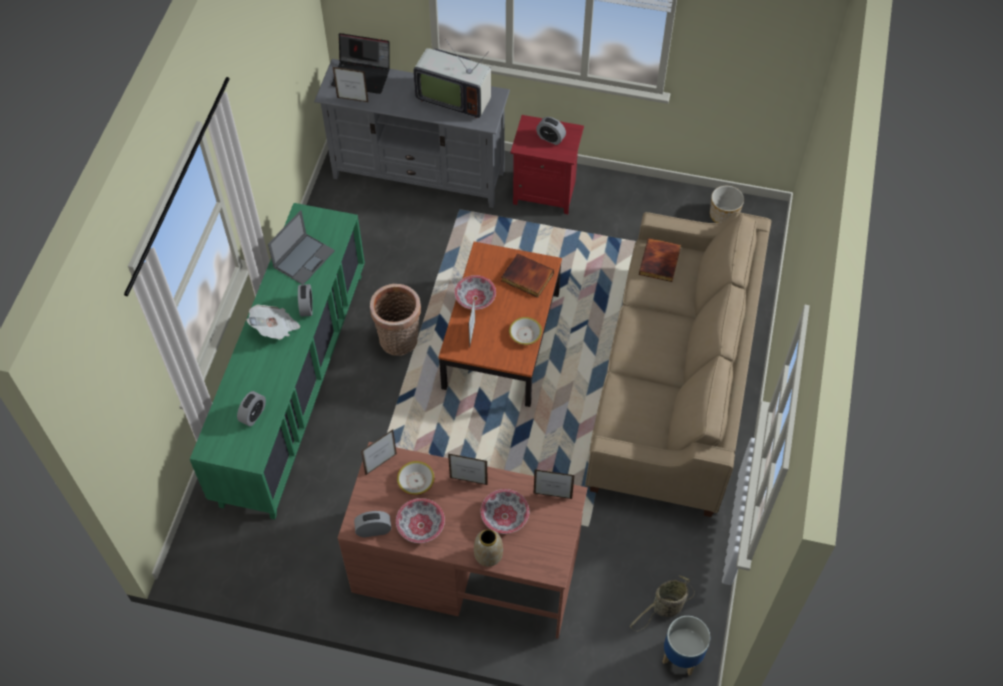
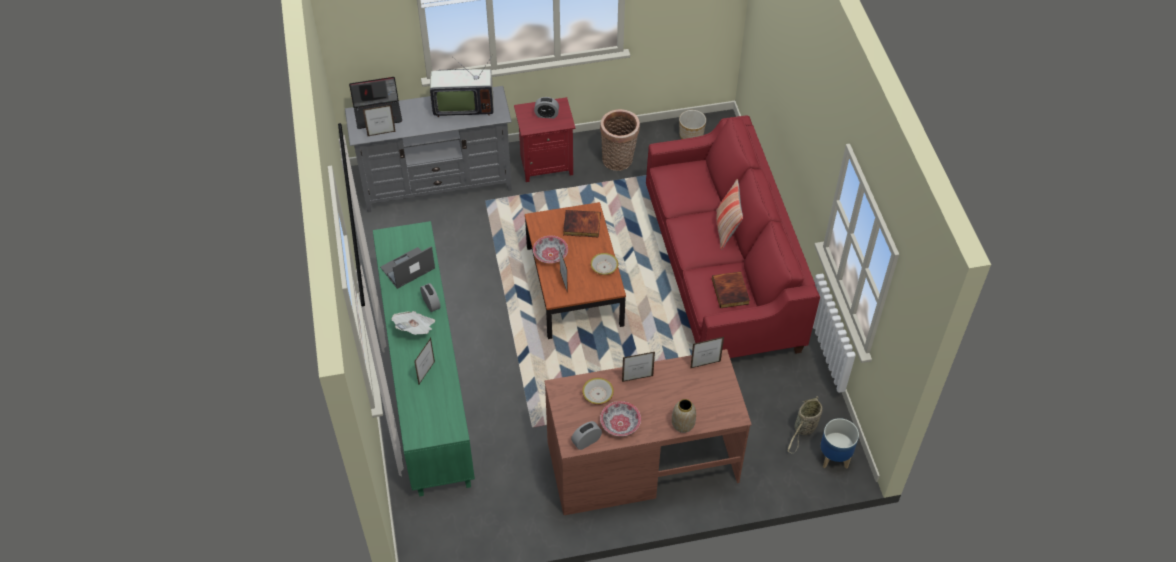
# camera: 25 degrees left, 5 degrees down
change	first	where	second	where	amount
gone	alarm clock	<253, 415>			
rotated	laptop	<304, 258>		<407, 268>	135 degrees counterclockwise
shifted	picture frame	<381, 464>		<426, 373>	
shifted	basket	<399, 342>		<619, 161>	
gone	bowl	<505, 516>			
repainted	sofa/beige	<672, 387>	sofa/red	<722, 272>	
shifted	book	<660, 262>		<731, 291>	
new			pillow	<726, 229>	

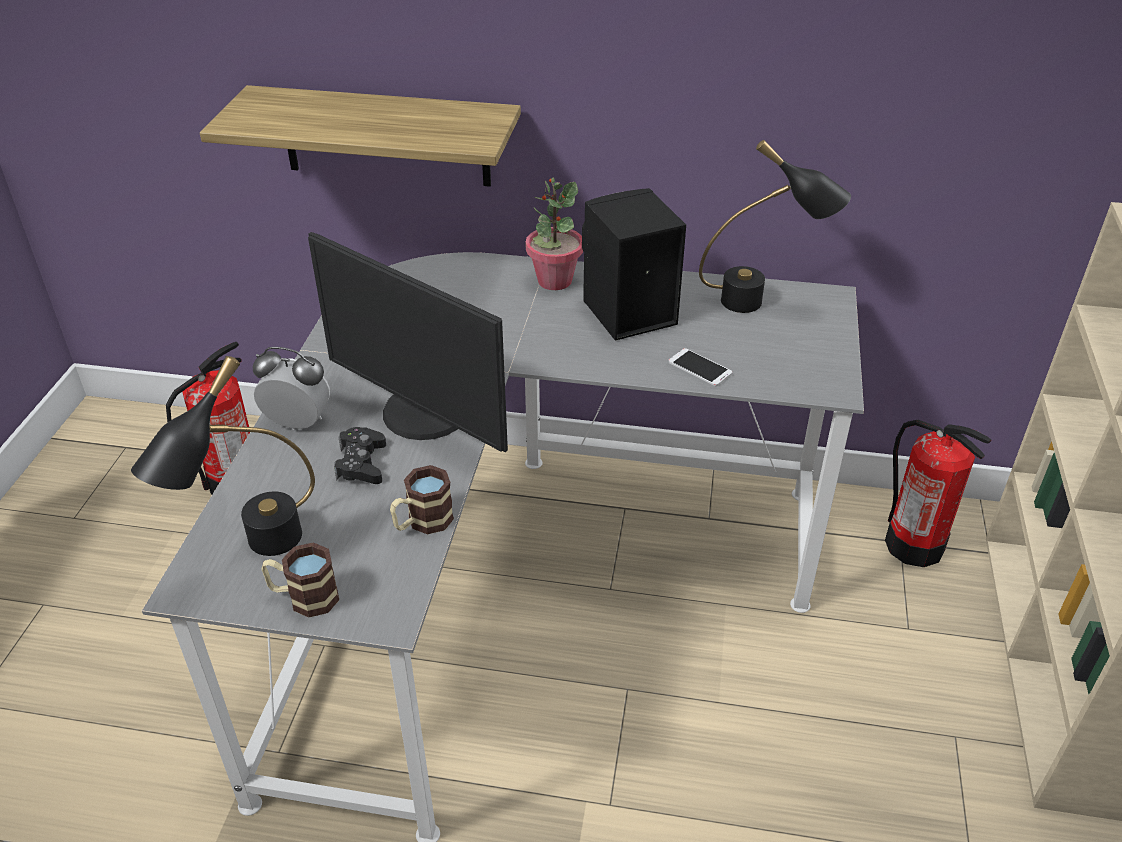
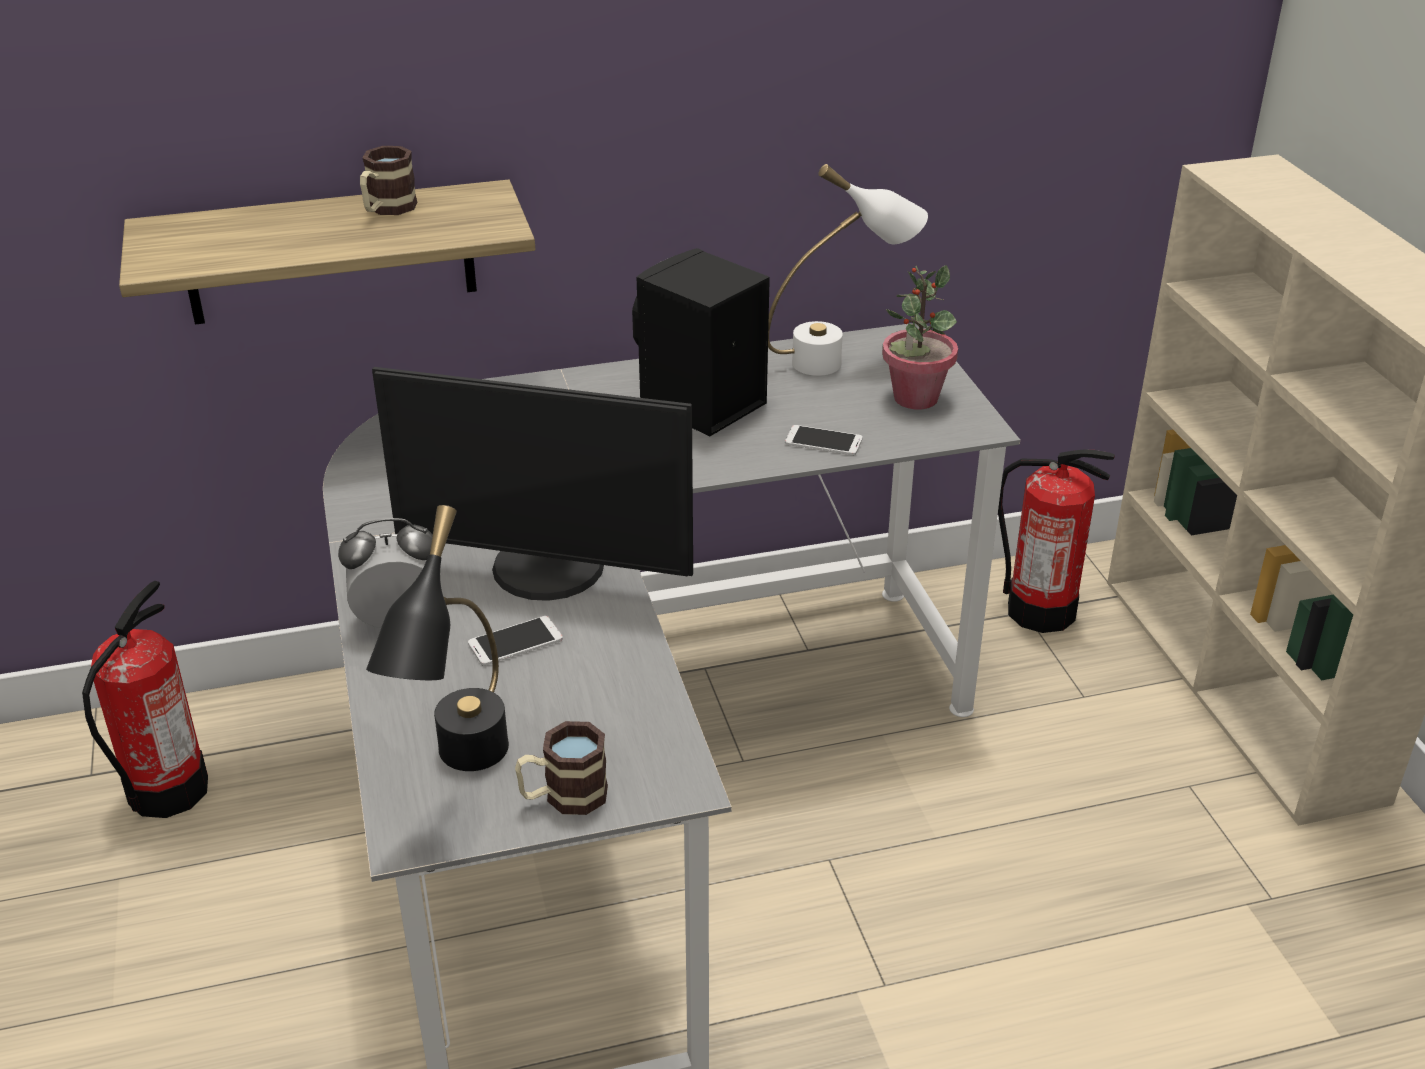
# camera: 25 degrees left, 5 degrees down
change	first	where	second	where	amount
swapped	game controller/black	<361, 463>	phone	<515, 641>	
shifted	mug	<422, 522>		<387, 209>	
shifted	potted plant	<554, 281>		<915, 398>	
repainted	table lamp/black	<762, 303>	table lamp/white	<840, 360>	

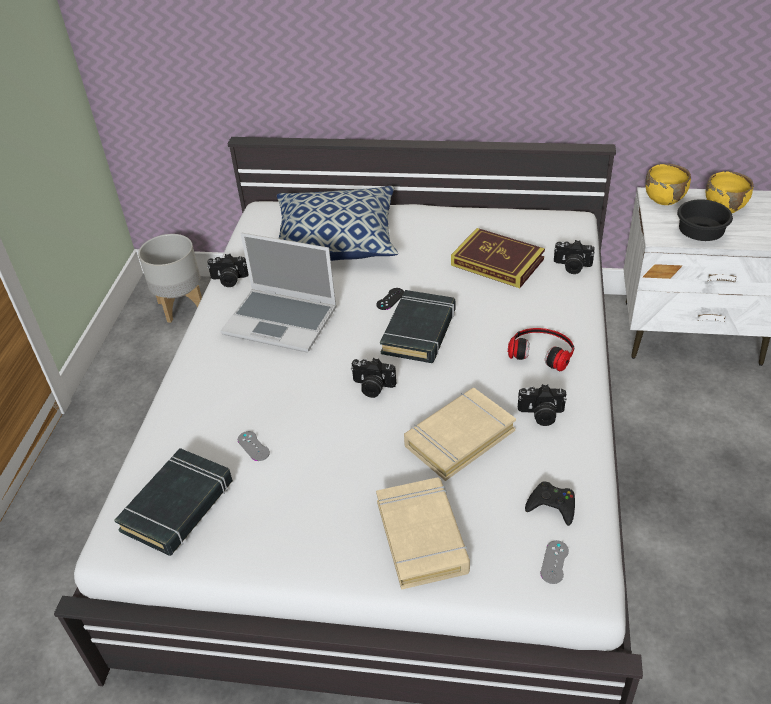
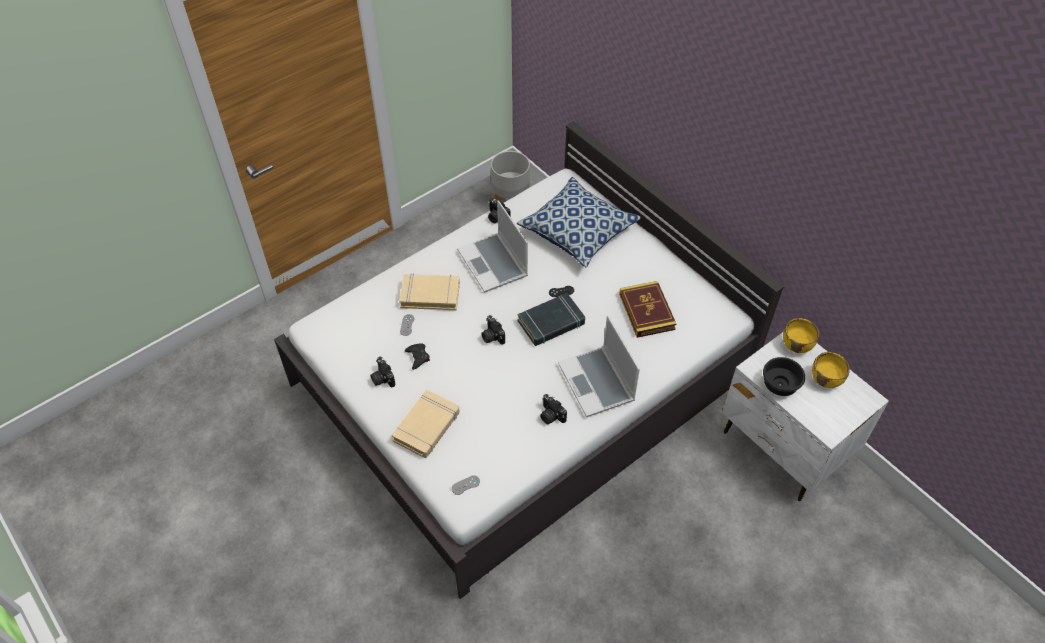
# camera: 40 degrees right, 10 degrees up
change	first	where	second	where	amount
gone	book/black	<178, 506>			
shifted	book/beige	<459, 438>		<430, 295>	
swapped	headphones	<542, 351>	laptop	<597, 383>	
shifted	game controller/black	<552, 506>		<418, 357>	
shifted	photo camera	<572, 266>		<382, 378>	

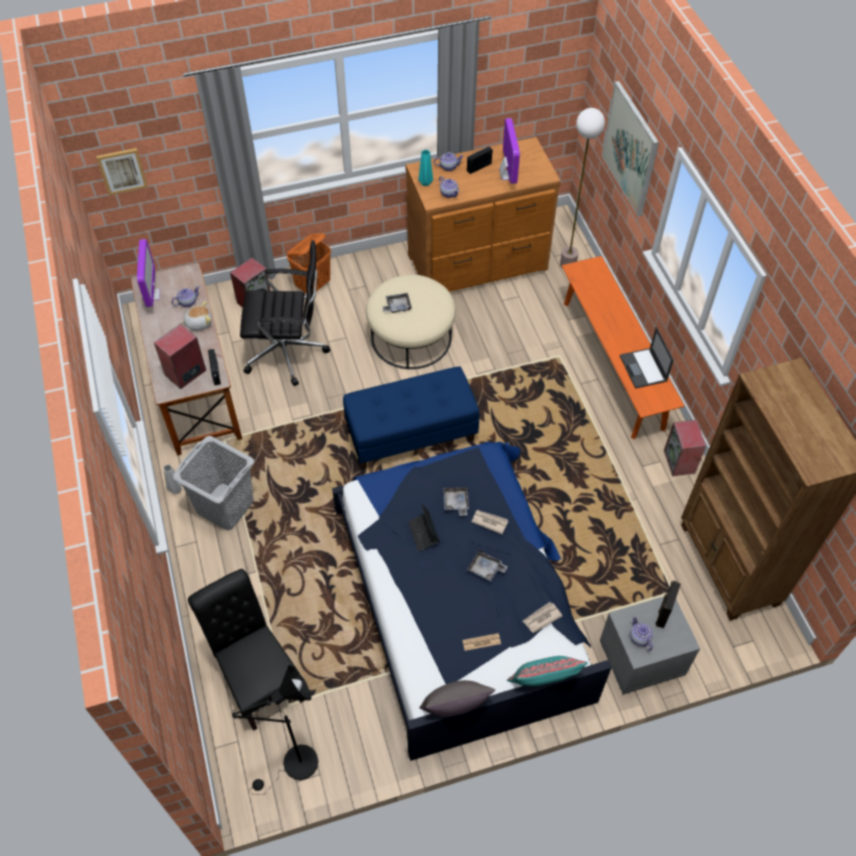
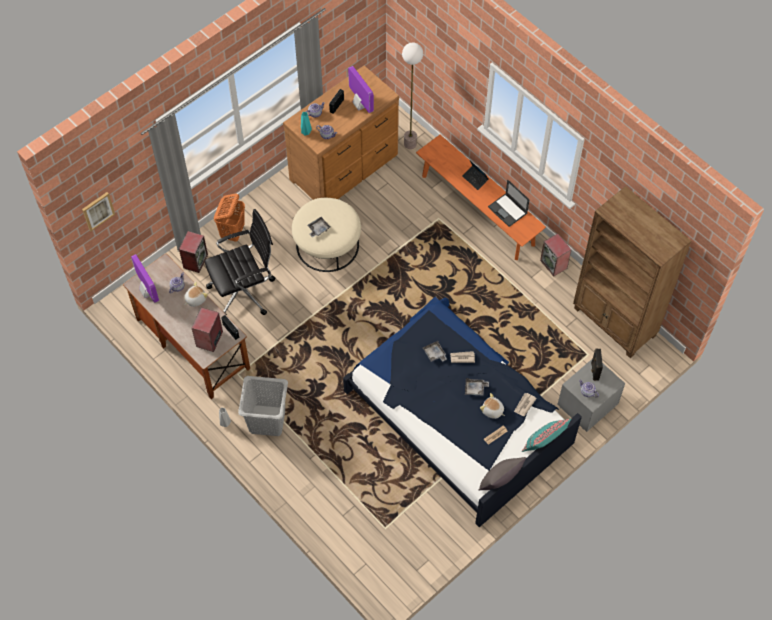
# camera: 25 degrees left, 5 degrees up
change	first	where	second	where	amount
gone	chair/black	<258, 678>			
gone	floor lamp/black	<294, 767>			
gone	bench/blue	<411, 436>			
shifted	laptop	<423, 533>		<475, 179>	
gone	picture	<630, 149>			
new			plush toy	<492, 411>	

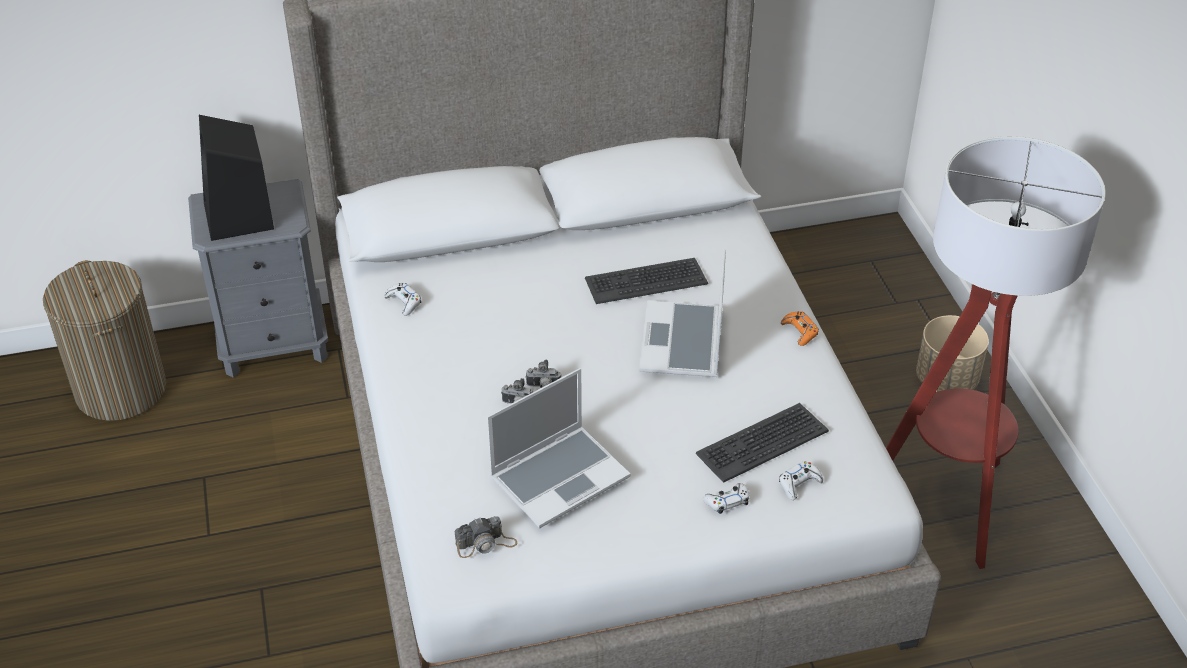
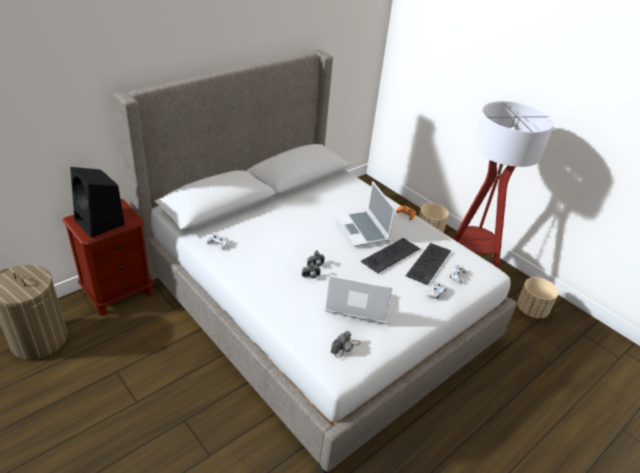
# camera: 30 degrees left, 5 degrees down
change	first	where	second	where	amount
repainted	nightstand/grey	<274, 344>	nightstand/brown	<119, 293>	
rotated	laptop	<560, 476>		<356, 303>	105 degrees counterclockwise
shifted	keyboard	<646, 281>		<390, 255>	
new			planter/beige	<531, 310>	

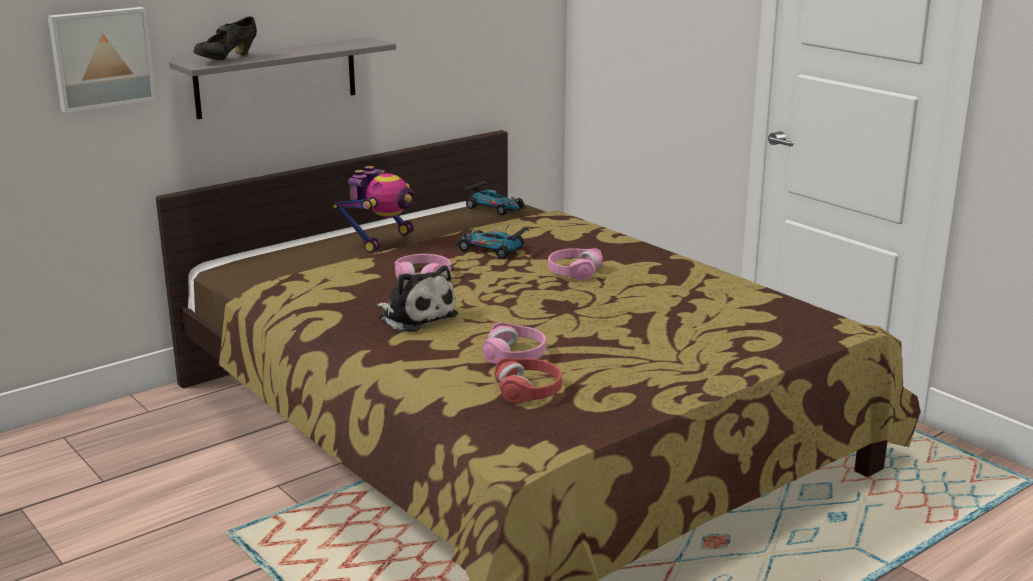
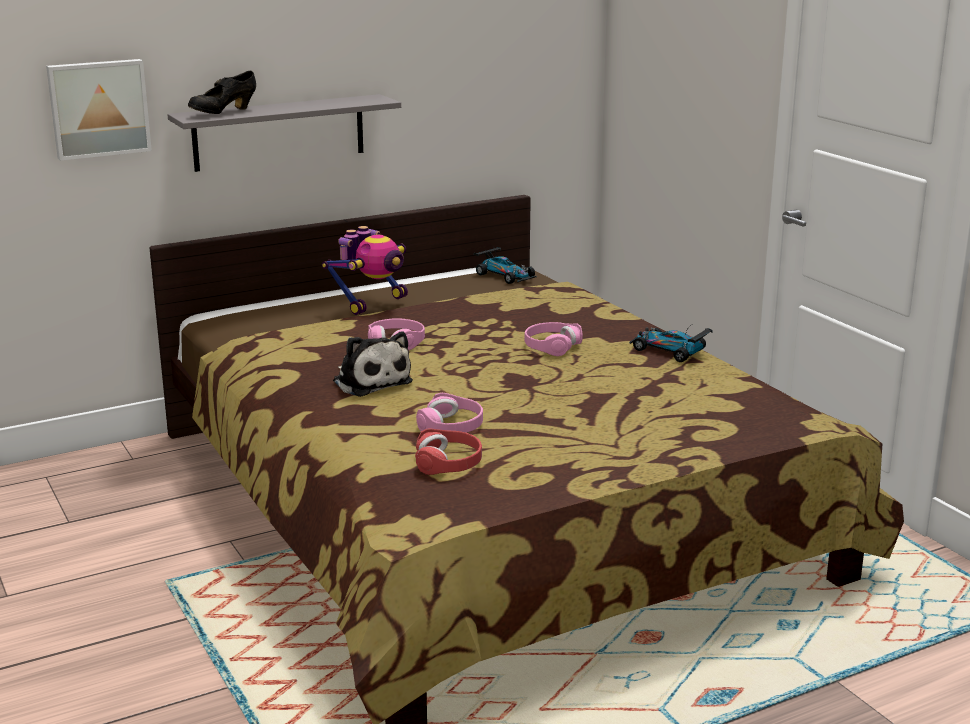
# camera: 10 degrees right, 0 degrees up
change	first	where	second	where	amount
shifted	toy car	<491, 249>		<669, 351>	

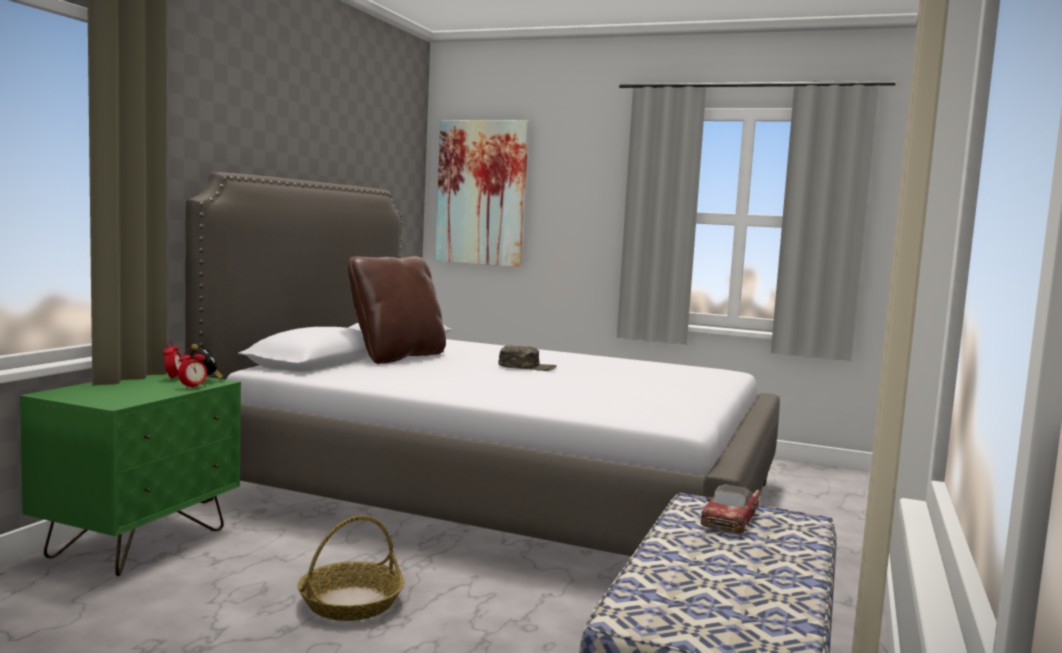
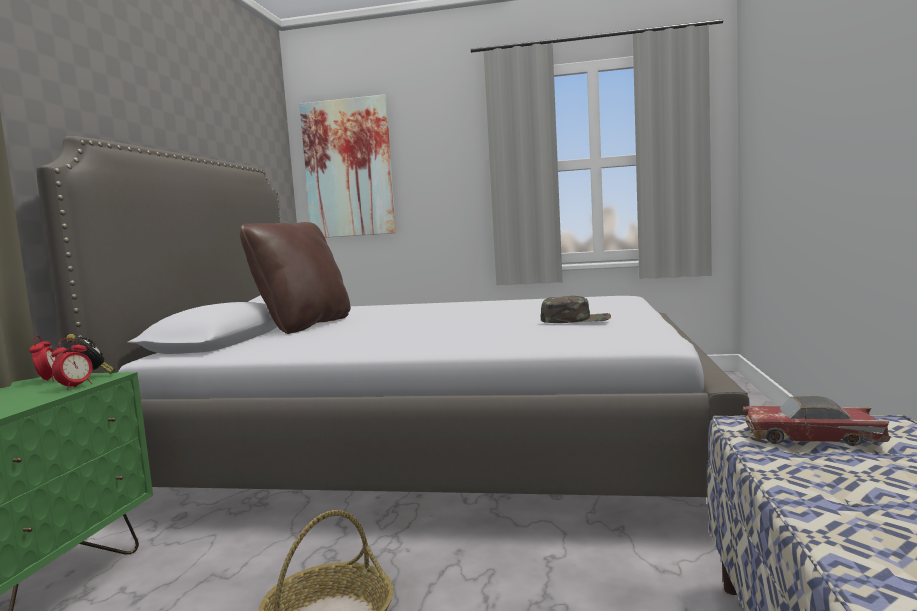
# camera: 10 degrees left, 0 degrees up
change	first	where	second	where	amount
shifted	cap/green	<527, 367>		<575, 320>	
rotated	toy car	<730, 519>		<811, 437>	90 degrees clockwise

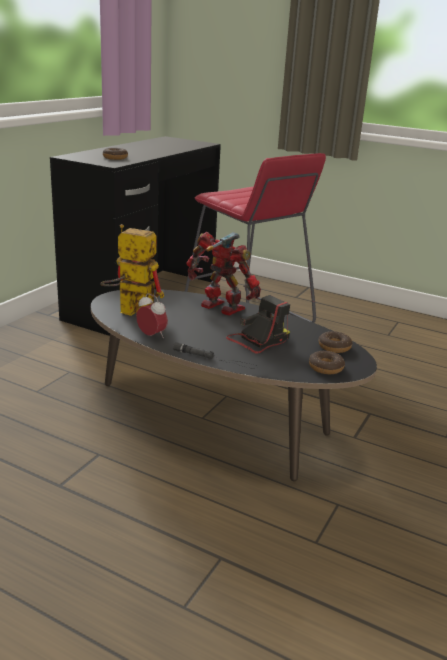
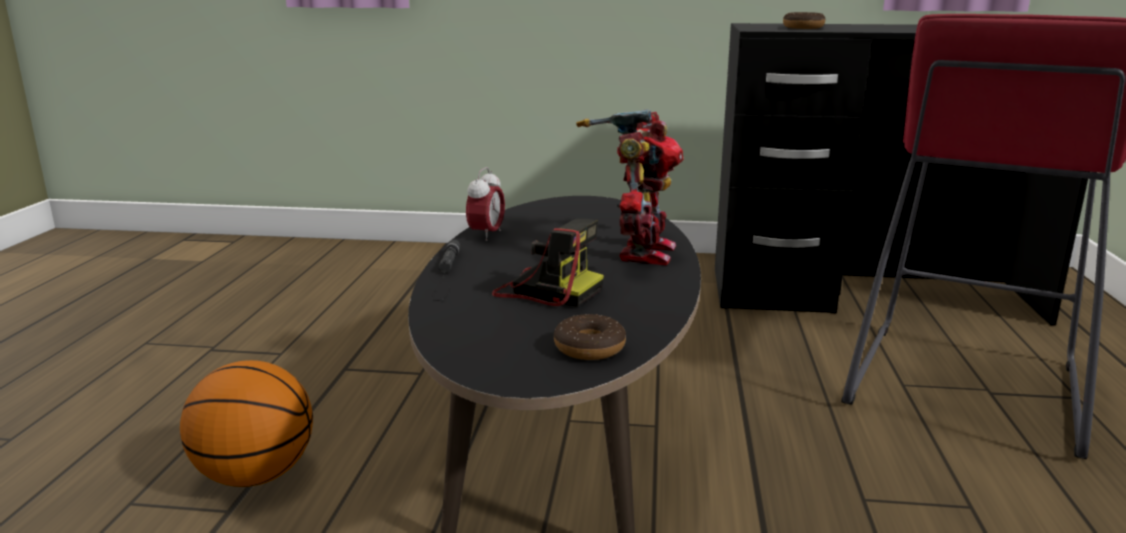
# camera: 70 degrees right, 5 degrees down
change	first	where	second	where	amount
gone	toy robot	<129, 312>			
gone	donut	<326, 367>			
new			basketball	<255, 475>	

